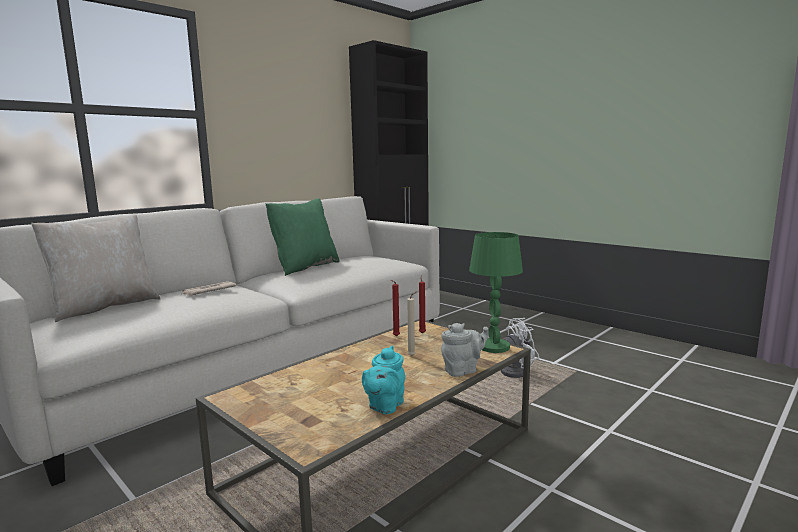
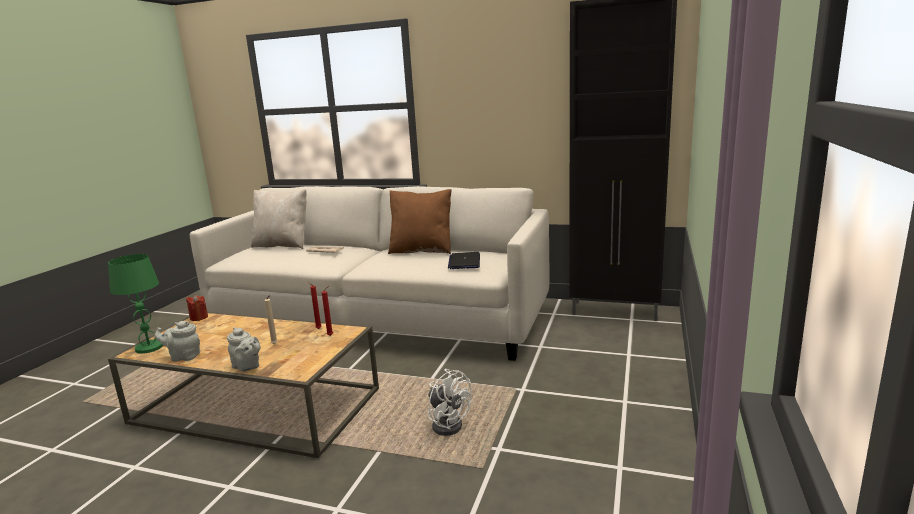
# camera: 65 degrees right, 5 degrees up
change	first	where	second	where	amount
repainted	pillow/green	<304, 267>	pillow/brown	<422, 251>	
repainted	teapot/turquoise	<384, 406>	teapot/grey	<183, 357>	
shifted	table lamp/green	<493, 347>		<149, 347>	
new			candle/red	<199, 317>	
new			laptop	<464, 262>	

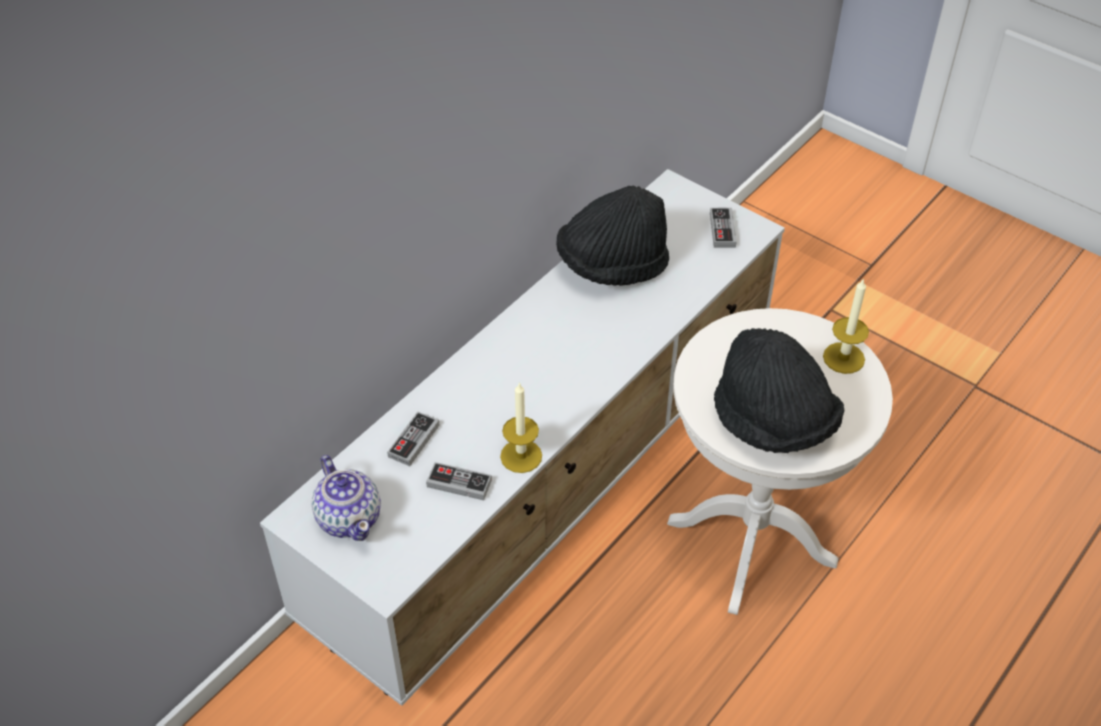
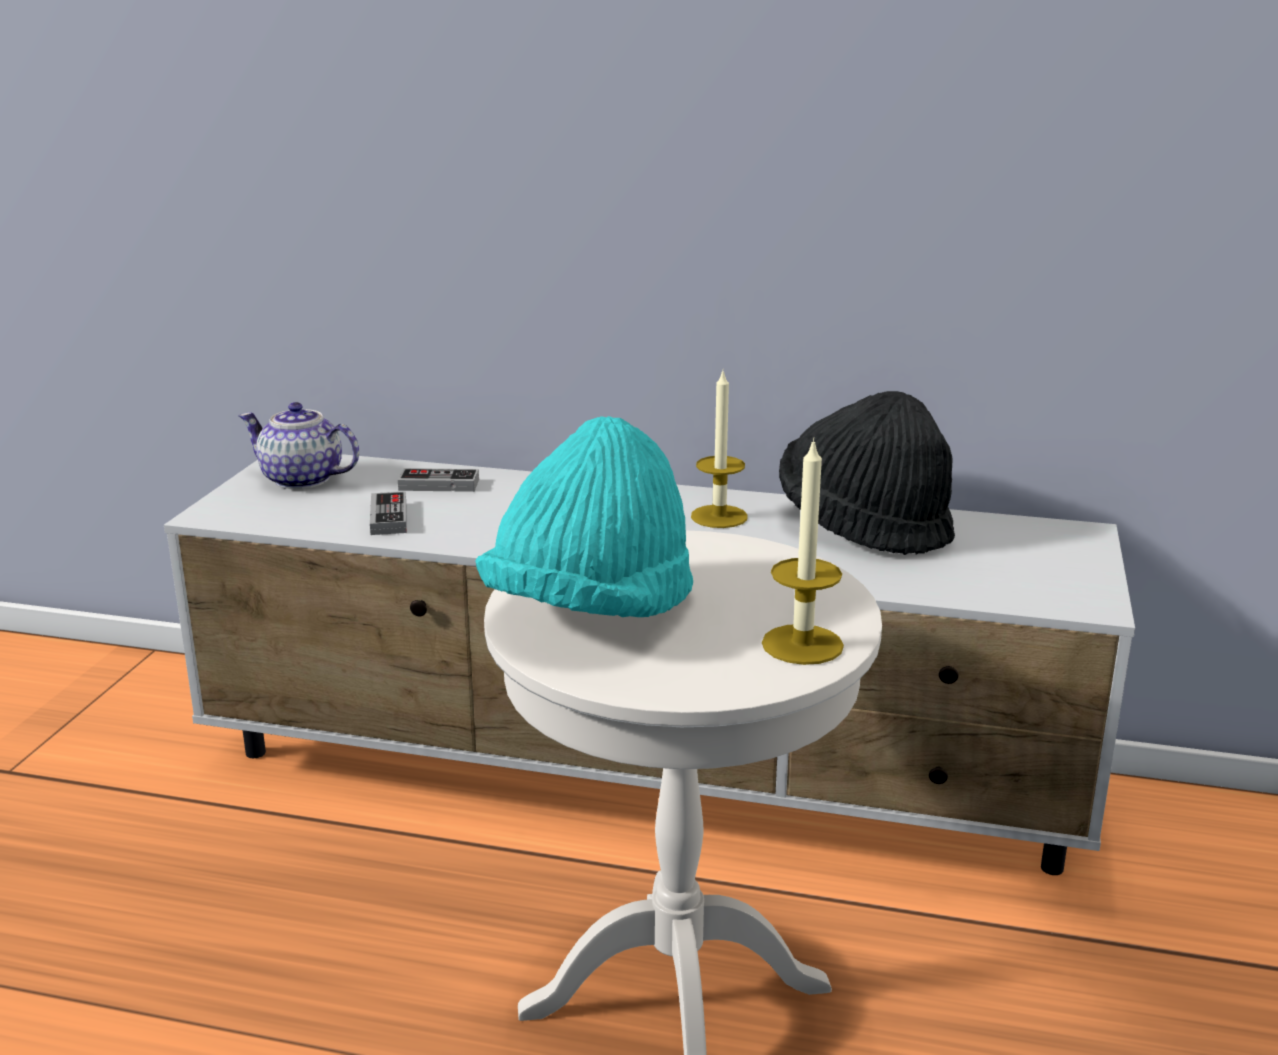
# camera: 65 degrees right, 25 degrees down
change	first	where	second	where	amount
rotated	teapot	<349, 517>		<302, 480>	75 degrees clockwise
shifted	candle	<521, 456>		<719, 516>	
gone	game controller	<722, 230>			
repainted	hat/black	<772, 422>	hat/turquoise	<591, 611>	

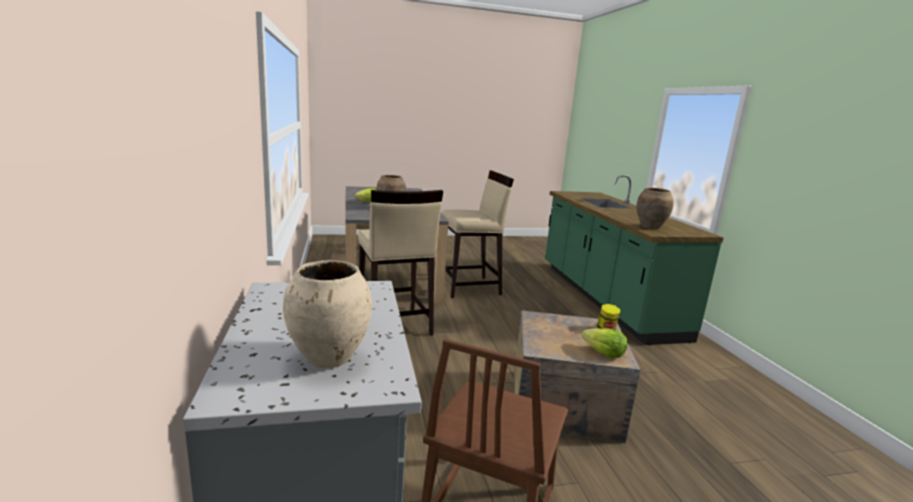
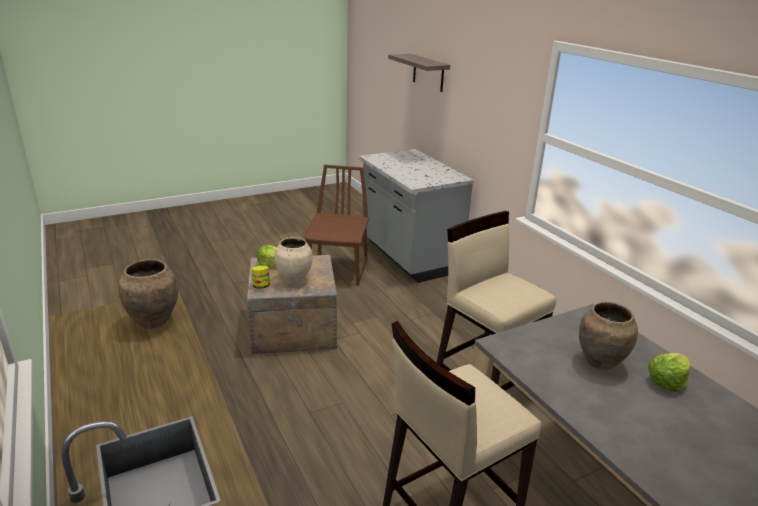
# camera: 165 degrees right, 10 degrees up
change	first	where	second	where	amount
shifted	vase/beige	<329, 358>		<294, 280>	
new			shelf	<428, 72>	

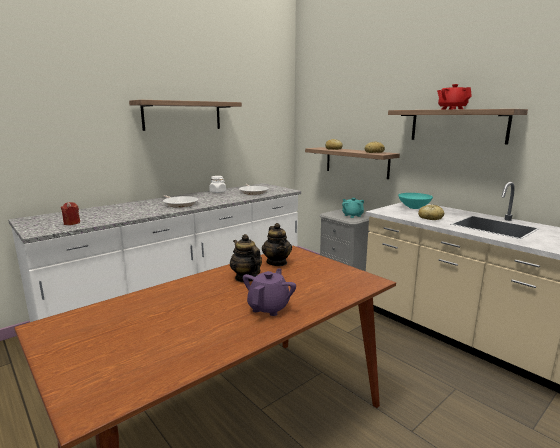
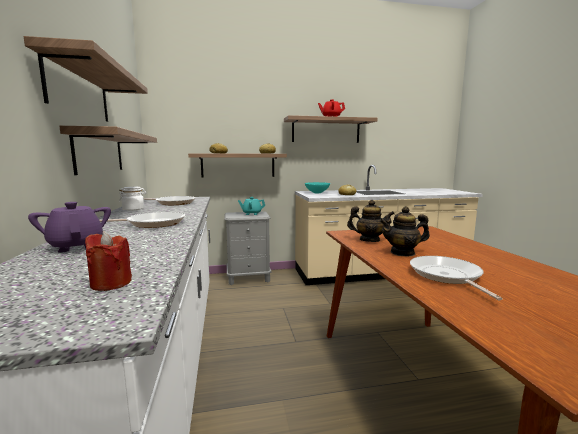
# camera: 60 degrees left, 5 degrees down
change	first	where	second	where	amount
shifted	teapot/purple	<269, 307>		<76, 246>	
new			shelf	<99, 152>	
new			frying pan	<447, 276>	

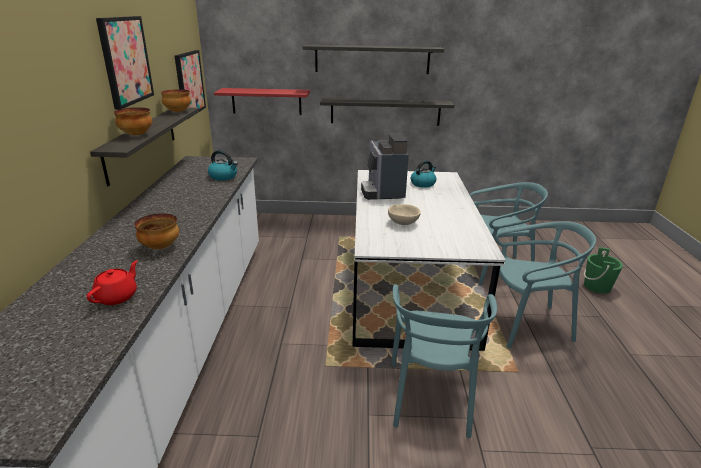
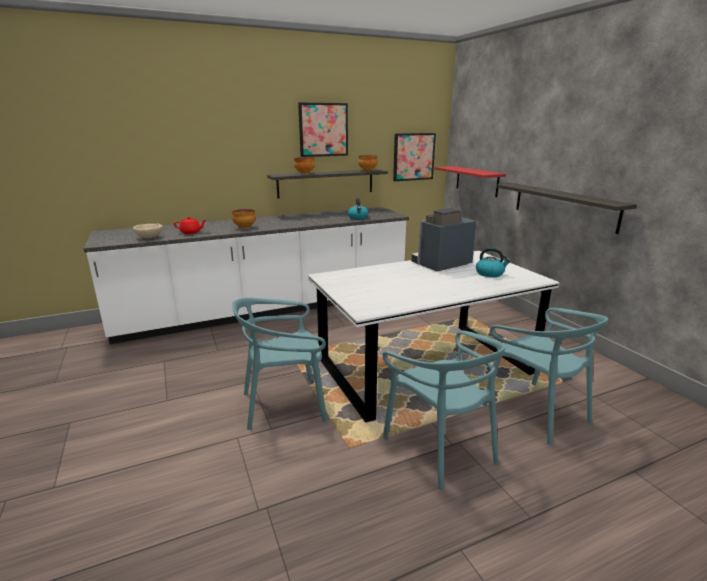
# camera: 65 degrees right, 5 degrees down
change	first	where	second	where	amount
gone	shelf	<372, 59>			
shifted	bowl/beige	<403, 223>		<149, 237>	
gone	bucket/green	<597, 286>			

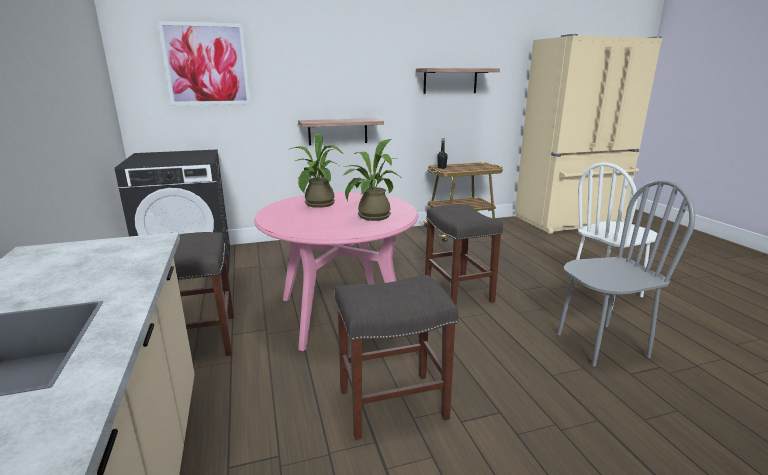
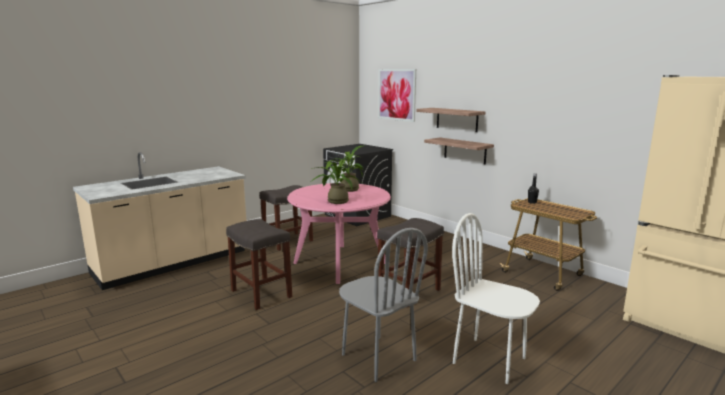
# camera: 65 degrees right, 5 degrees down
change	first	where	second	where	amount
shifted	shelf	<450, 81>		<457, 119>	

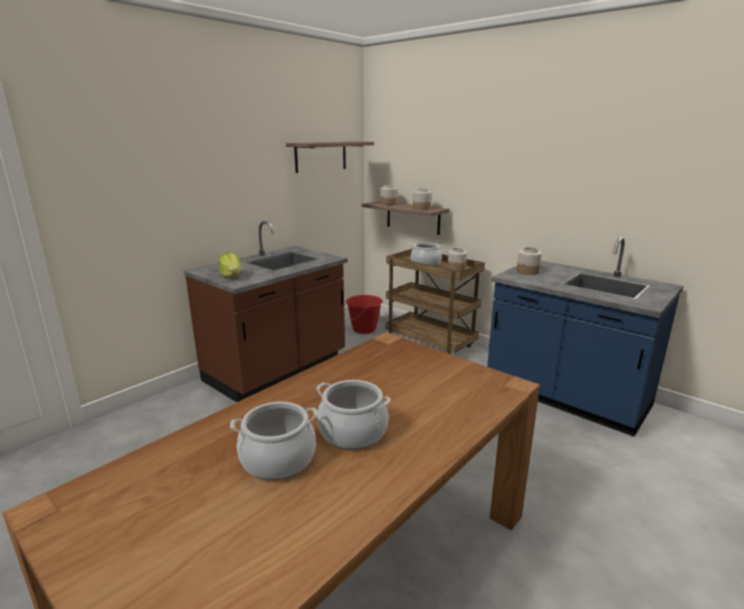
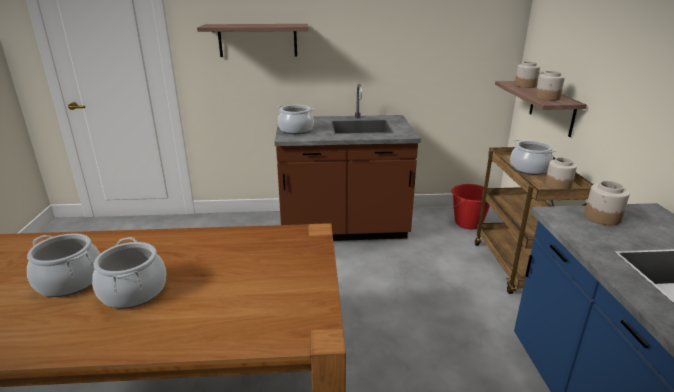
# camera: 45 degrees right, 5 degrees up
change	first	where	second	where	amount
swapped	lettuce	<232, 276>	cooking pot	<296, 130>	
shifted	shelf	<321, 156>		<257, 40>	

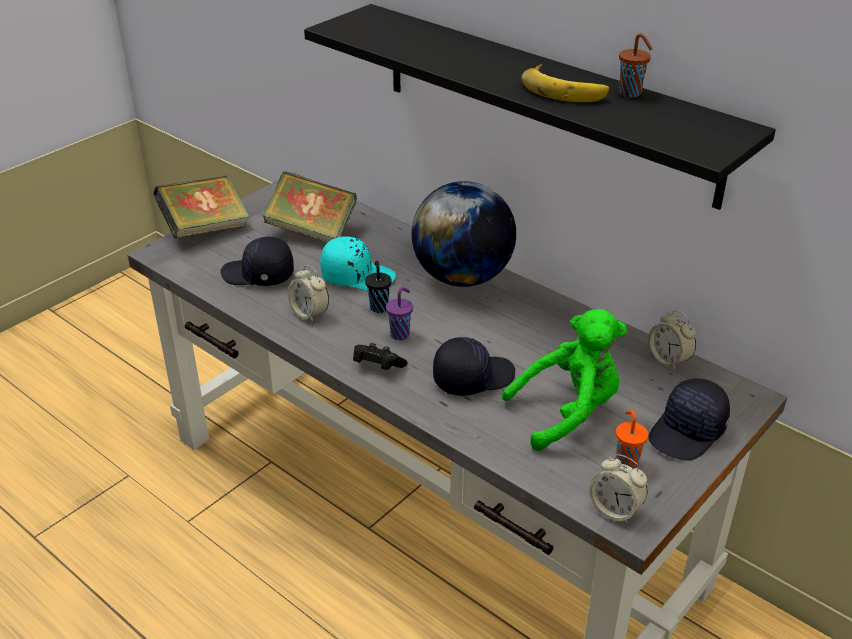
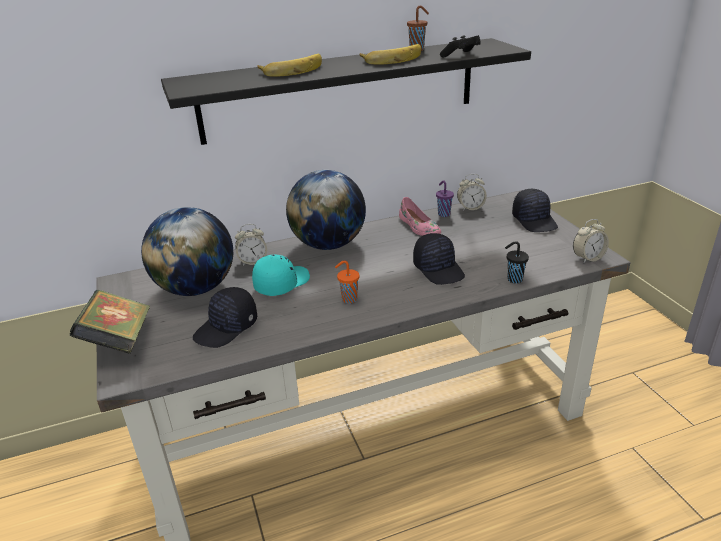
# camera: 60 degrees left, 5 degrees down
change	first	where	second	where	amount
swapped	book	<312, 231>	globe	<196, 288>	
shifted	alarm clock	<309, 313>		<253, 261>	
shifted	game controller/black	<377, 366>		<460, 55>	
shifted	cup/black	<379, 307>		<513, 279>	
shifted	cup/purple	<400, 334>		<443, 214>	
rotated	cap/black	<472, 377>		<439, 269>	150 degrees clockwise
gone	plush toy/green	<568, 413>			
shifted	cup/orange	<626, 462>		<348, 299>	
new			banana	<291, 69>	
new			shoe/pink	<418, 227>	

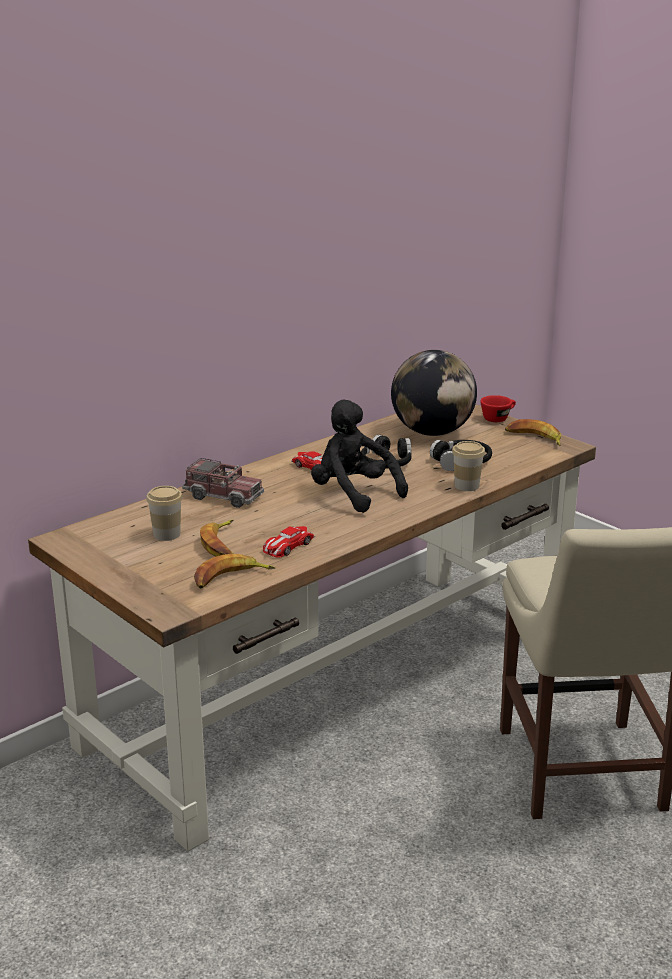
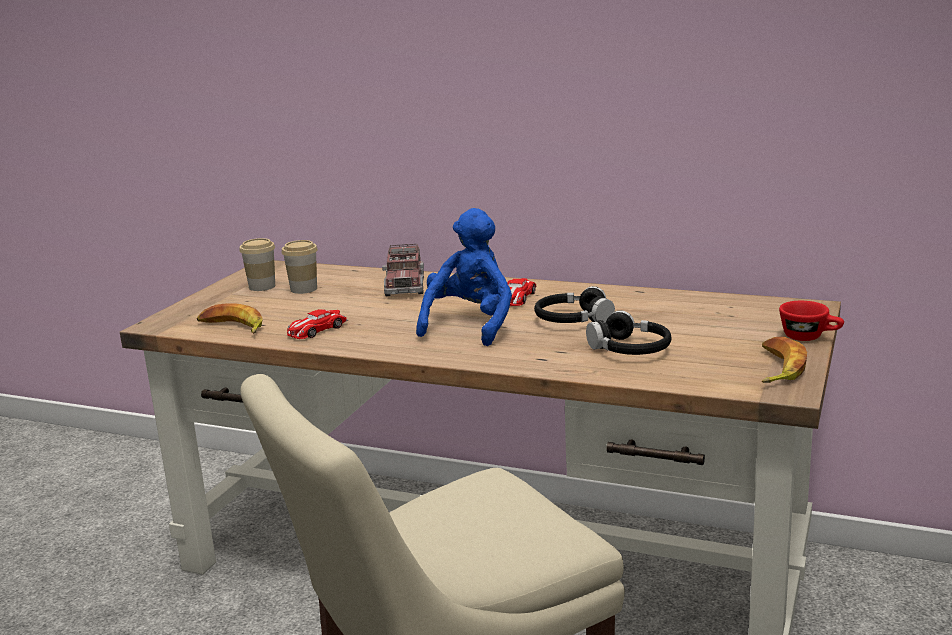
# camera: 65 degrees right, 5 degrees down
change	first	where	second	where	amount
gone	banana	<221, 544>			
rotated	toy car	<287, 546>		<316, 330>	60 degrees counterclockwise
repainted	plush toy/black	<353, 494>	plush toy/blue	<470, 325>	
gone	globe	<432, 432>			
shifted	cup	<466, 486>		<262, 286>	

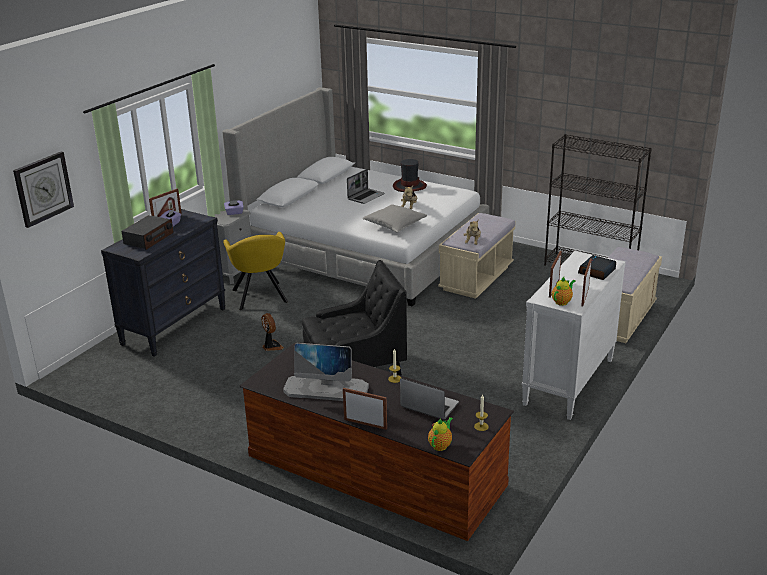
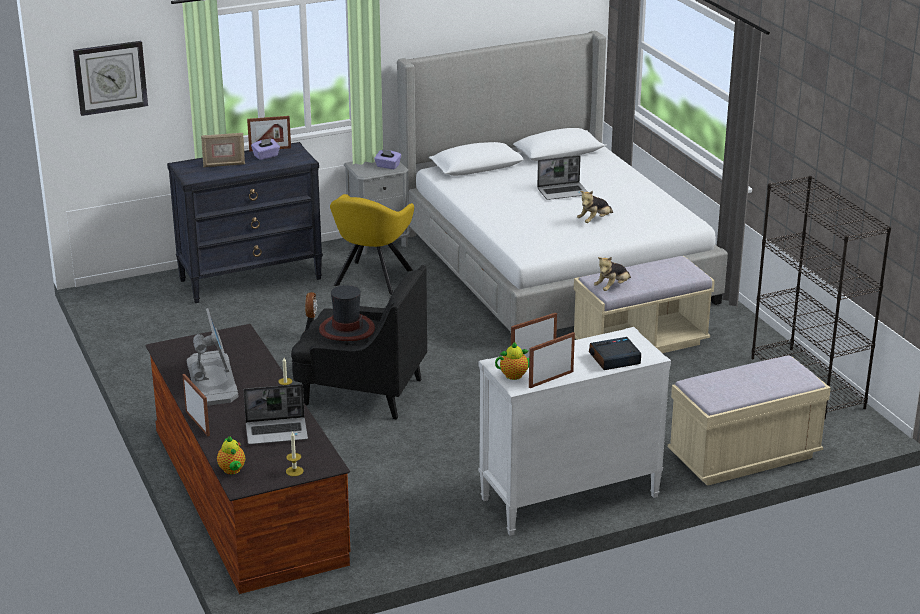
# camera: 35 degrees right, 0 degrees up
change	first	where	second	where	amount
swapped	radio	<149, 238>	picture frame	<224, 165>	
rotated	monitor	<326, 389>		<211, 379>	150 degrees counterclockwise
gone	pillow/grey	<394, 225>			
shifted	hat	<409, 186>		<346, 329>	
rotated	laptop	<428, 405>		<277, 432>	105 degrees clockwise
rotated	teapot	<440, 445>		<232, 470>	90 degrees clockwise

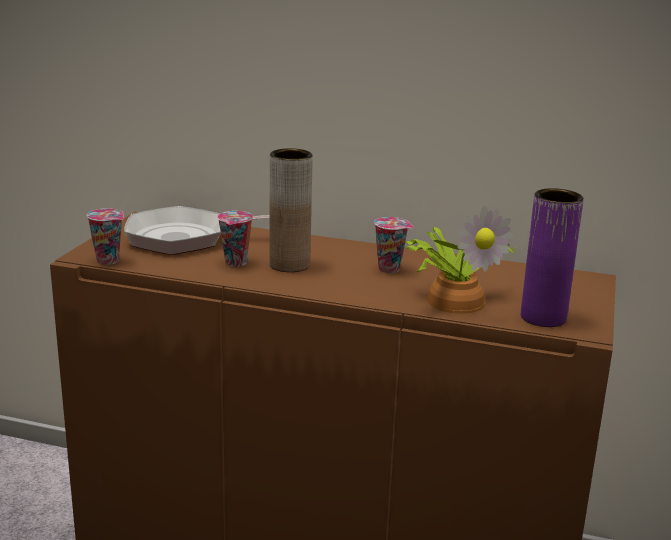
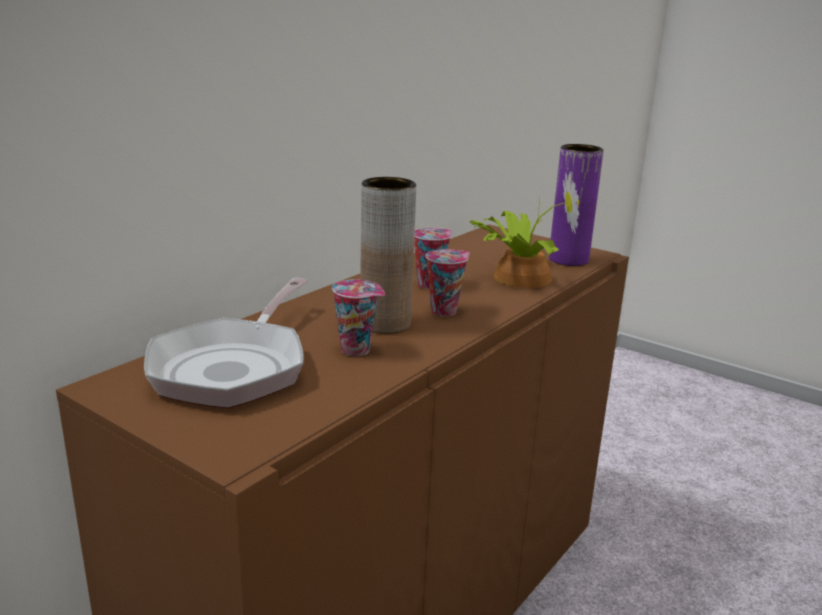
# camera: 70 degrees left, 0 degrees up
change	first	where	second	where	amount
shifted	cup	<109, 261>		<444, 311>	

